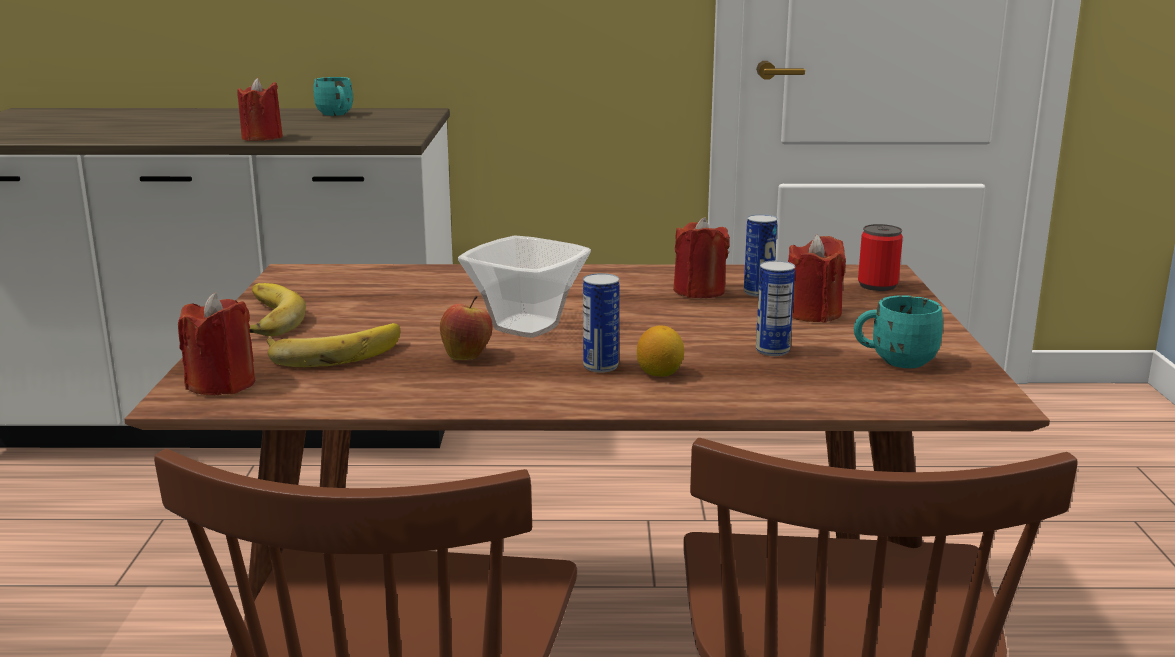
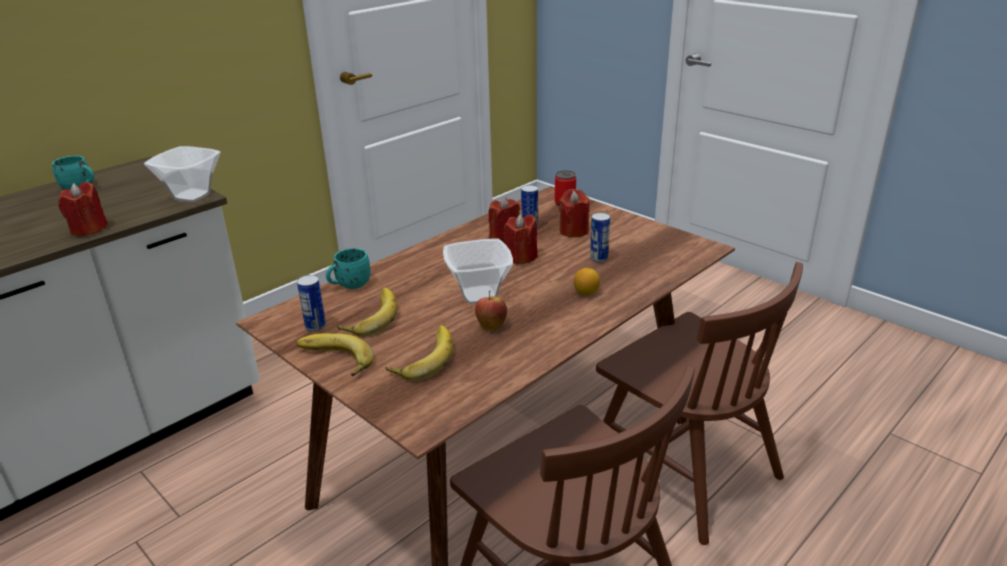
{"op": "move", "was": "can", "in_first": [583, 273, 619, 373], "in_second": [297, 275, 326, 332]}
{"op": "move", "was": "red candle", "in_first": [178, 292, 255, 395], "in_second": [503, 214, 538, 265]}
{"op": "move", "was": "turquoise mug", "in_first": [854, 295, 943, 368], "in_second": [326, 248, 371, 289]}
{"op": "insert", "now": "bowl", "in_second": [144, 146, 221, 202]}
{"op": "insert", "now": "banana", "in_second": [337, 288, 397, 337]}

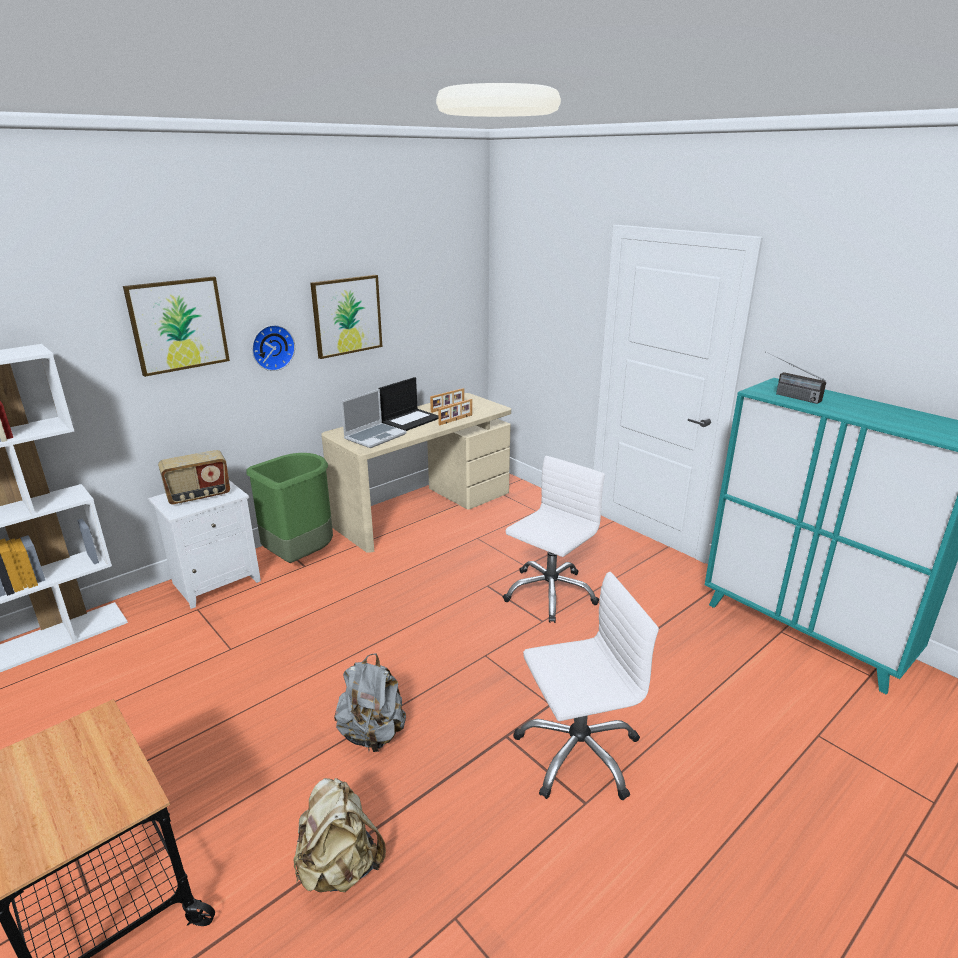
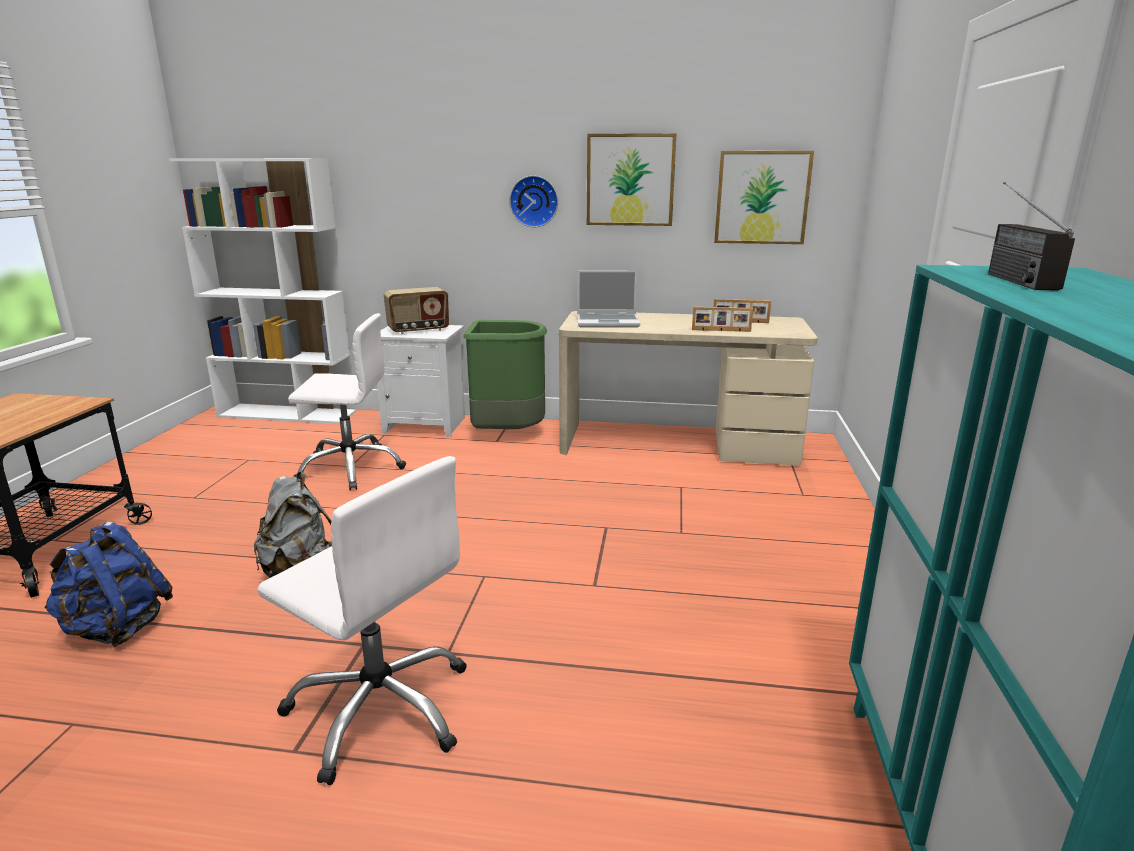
{"op": "move", "was": "picture", "in_first": [123, 277, 230, 377], "in_second": [714, 151, 814, 244]}
{"op": "delete", "was": "laptop", "in_first": [378, 377, 438, 431]}
{"op": "rotate", "was": "radio", "in_first": [158, 450, 230, 505], "in_second": [384, 287, 449, 334], "clockwise": -45}
{"op": "move", "was": "white office chair", "in_first": [503, 456, 605, 623], "in_second": [288, 313, 406, 490]}
{"op": "recolor", "was": "beige backpack", "now": "blue backpack", "in_first": [293, 778, 386, 892], "in_second": [44, 521, 173, 647]}

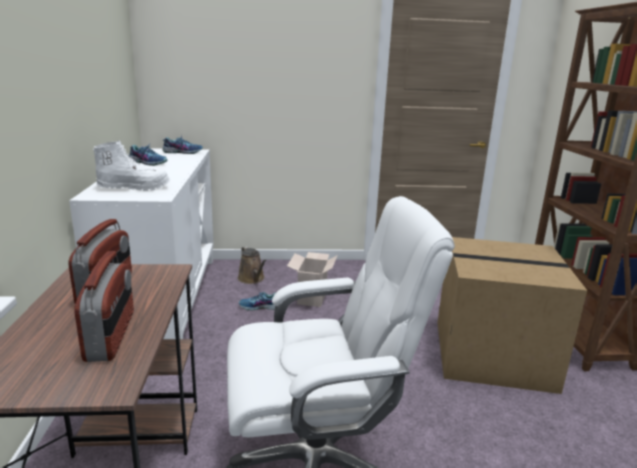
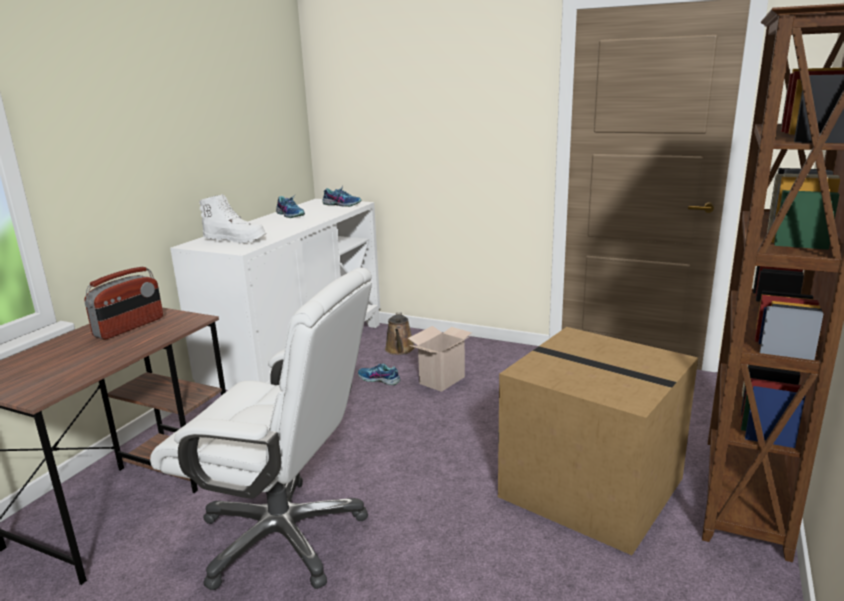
{"op": "delete", "was": "radio", "in_first": [74, 251, 134, 362]}

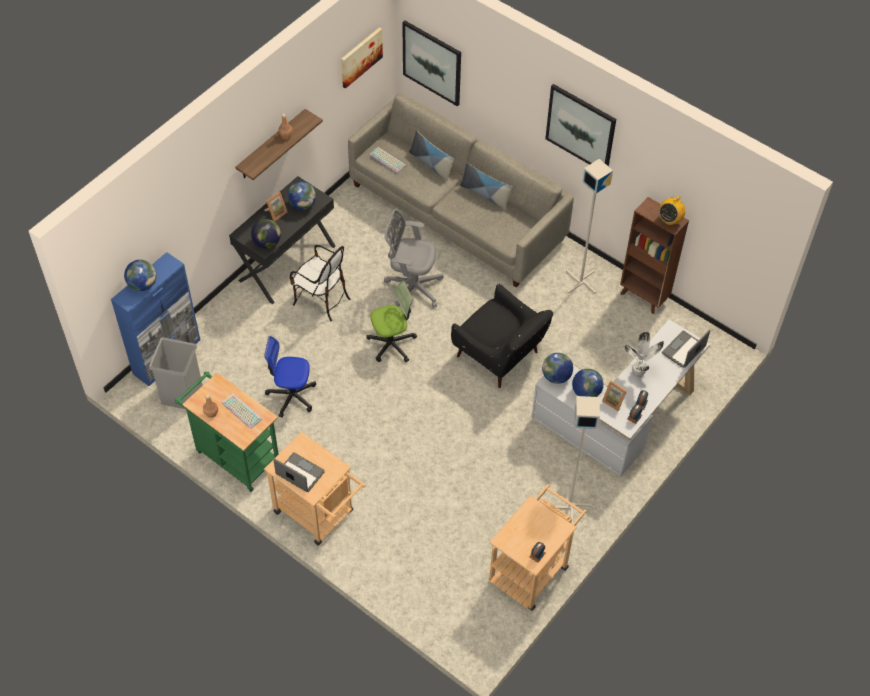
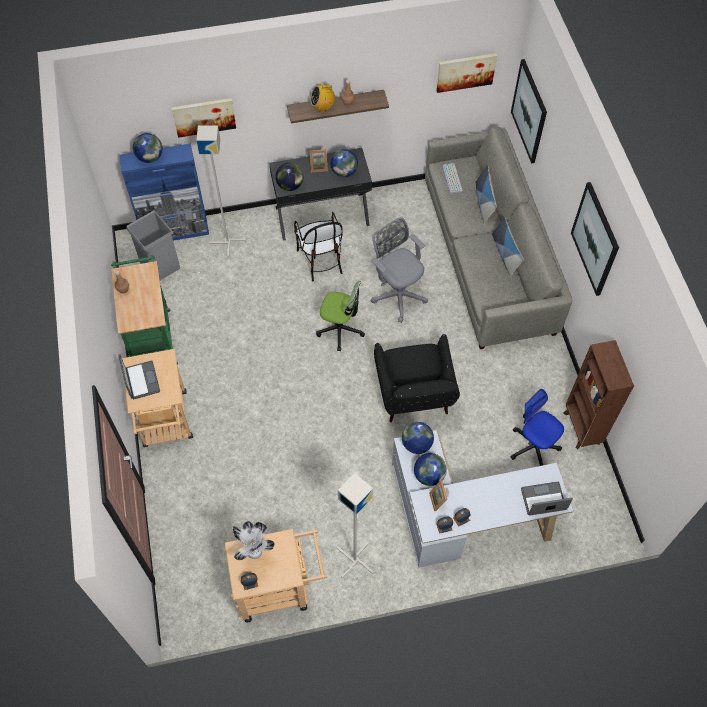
{"op": "move", "was": "grey floor lamp", "in_first": [566, 159, 613, 293], "in_second": [196, 125, 246, 257]}
{"op": "move", "was": "radio", "in_first": [659, 192, 685, 225], "in_second": [310, 84, 335, 112]}
{"op": "move", "was": "potted plant", "in_first": [624, 332, 664, 378], "in_second": [233, 521, 275, 560]}
{"op": "move", "was": "office chair", "in_first": [264, 336, 316, 418], "in_second": [510, 389, 564, 466]}
{"op": "delete", "was": "keyboard", "in_first": [222, 393, 262, 429]}
{"op": "insert", "now": "picture", "in_second": [172, 98, 236, 138]}

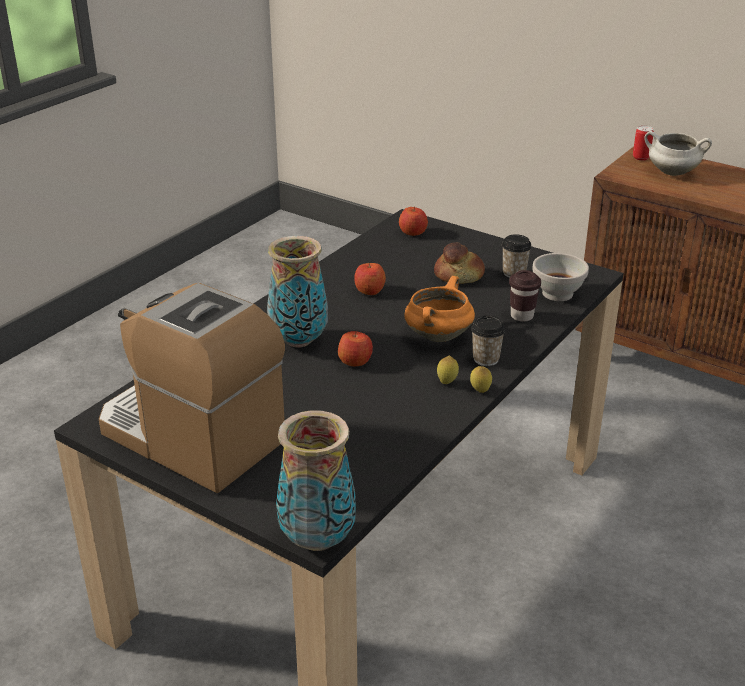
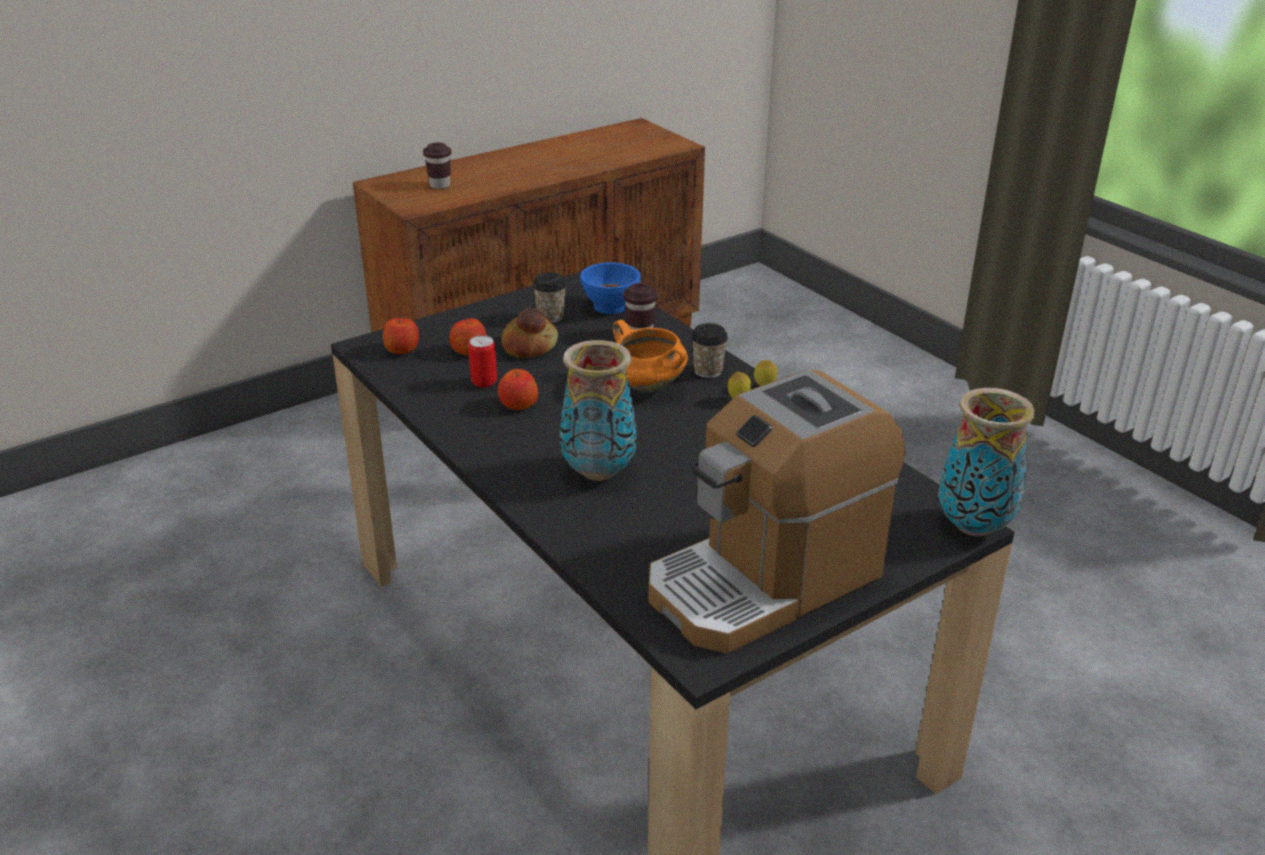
{"op": "move", "was": "can", "in_first": [633, 126, 654, 161], "in_second": [468, 335, 497, 388]}
{"op": "replace", "was": "white cooking pot", "now": "brown cup", "in_first": [645, 131, 712, 176], "in_second": [423, 143, 451, 189]}
{"op": "recolor", "was": "white bowl", "now": "blue bowl", "in_first": [532, 253, 589, 301], "in_second": [580, 262, 640, 314]}
{"op": "move", "was": "apple", "in_first": [338, 331, 373, 366], "in_second": [449, 317, 487, 356]}

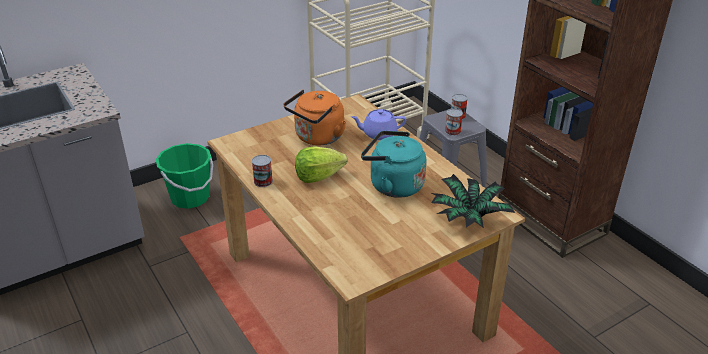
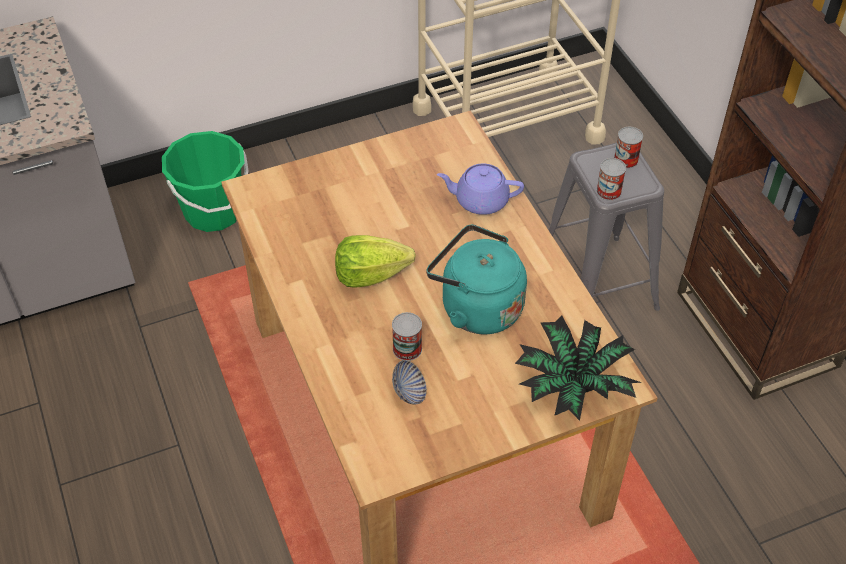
{"op": "delete", "was": "orange kettle", "in_first": [284, 90, 346, 145]}
{"op": "move", "was": "can", "in_first": [252, 155, 273, 187], "in_second": [392, 312, 422, 361]}
{"op": "insert", "now": "bowl", "in_second": [392, 360, 427, 405]}

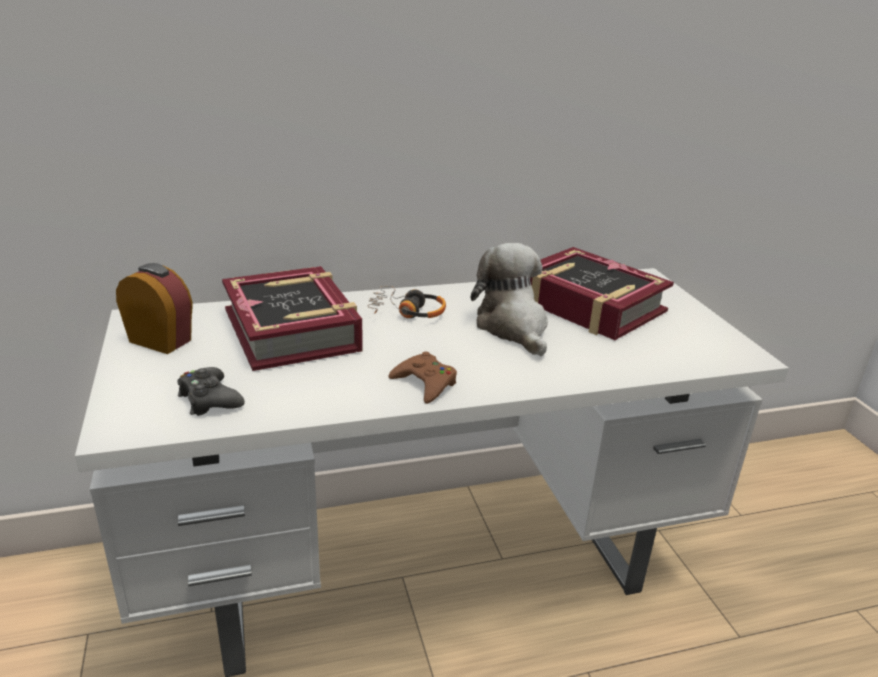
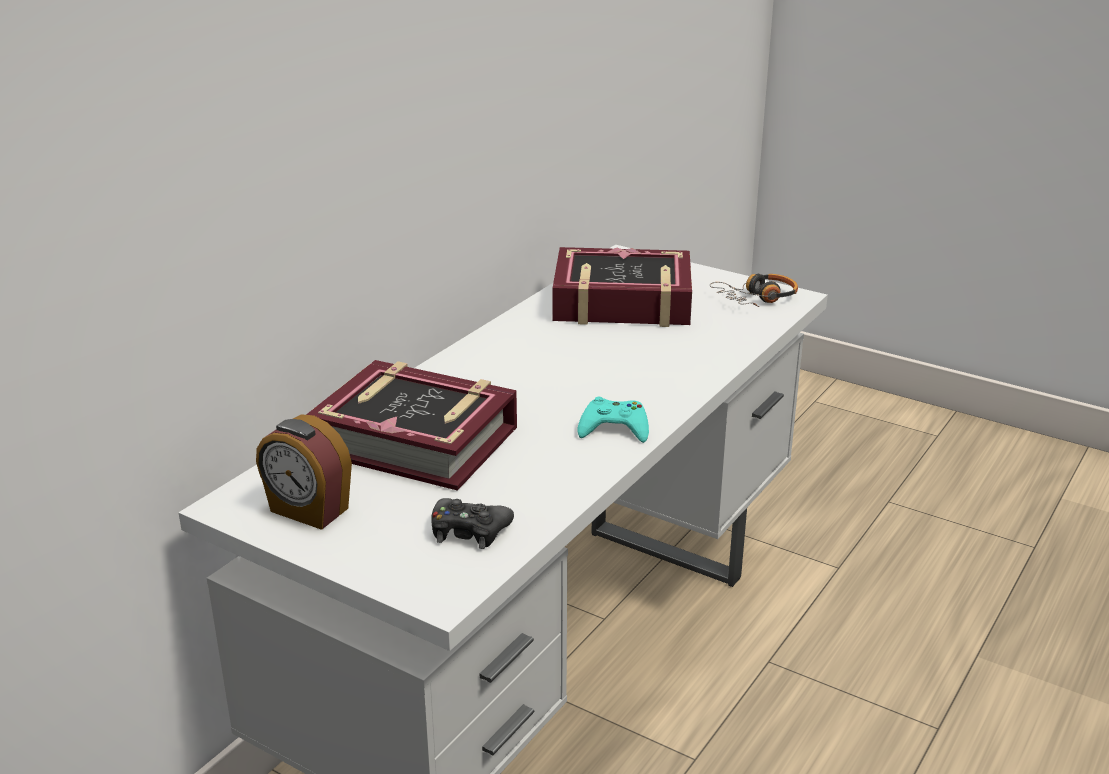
{"op": "delete", "was": "plush toy", "in_first": [471, 243, 548, 356]}
{"op": "rotate", "was": "alarm clock", "in_first": [116, 263, 193, 354], "in_second": [256, 414, 352, 530], "clockwise": -135}
{"op": "move", "was": "headphones", "in_first": [368, 286, 446, 318], "in_second": [710, 274, 798, 307]}
{"op": "recolor", "was": "brown game controller", "now": "turquoise game controller", "in_first": [388, 352, 457, 404], "in_second": [578, 397, 649, 443]}

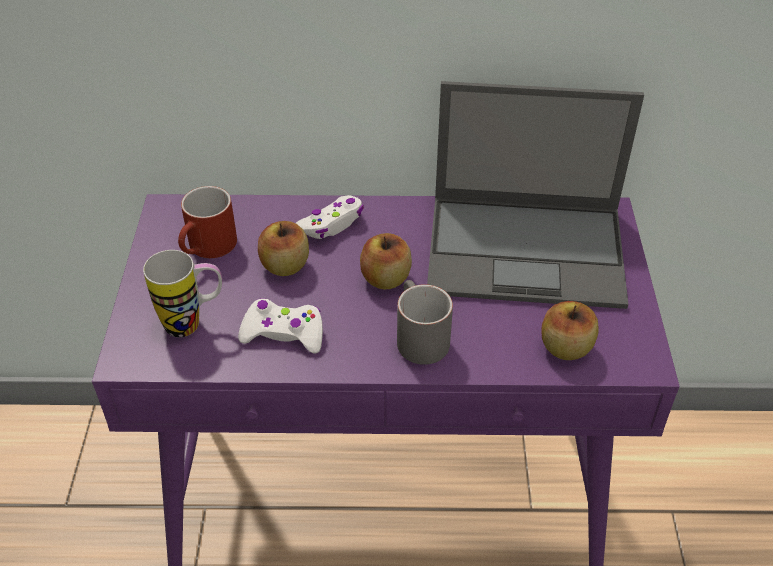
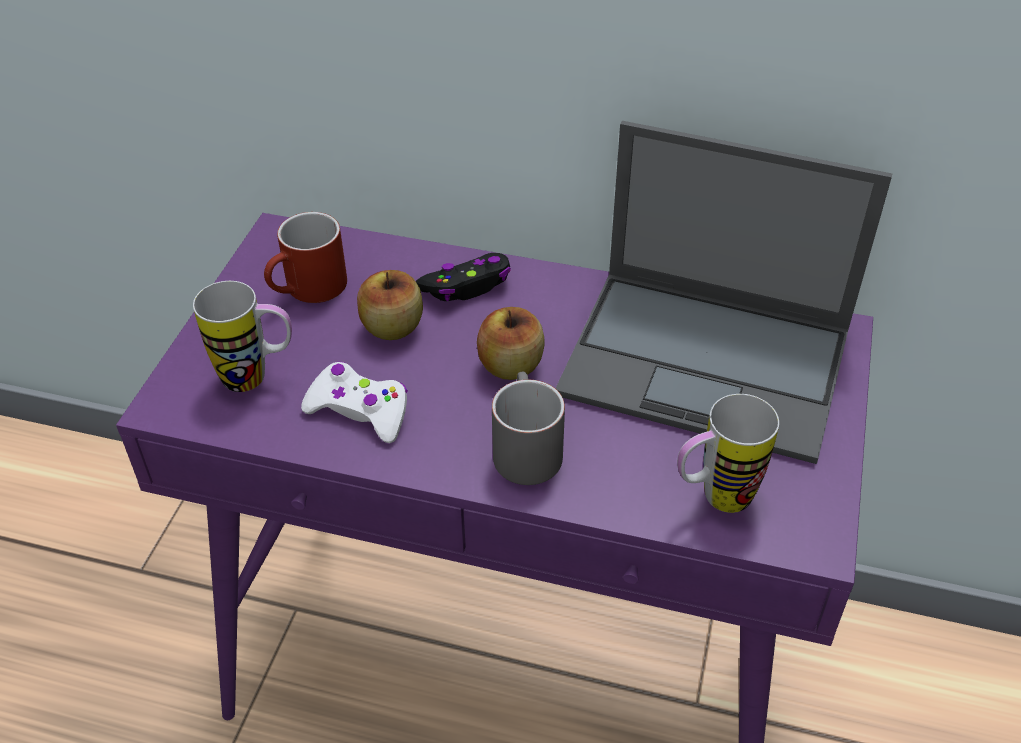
{"op": "recolor", "was": "white game controller", "now": "black game controller", "in_first": [296, 195, 364, 239], "in_second": [416, 253, 511, 301]}
{"op": "replace", "was": "apple", "now": "mug", "in_first": [541, 301, 599, 360], "in_second": [677, 394, 779, 513]}

